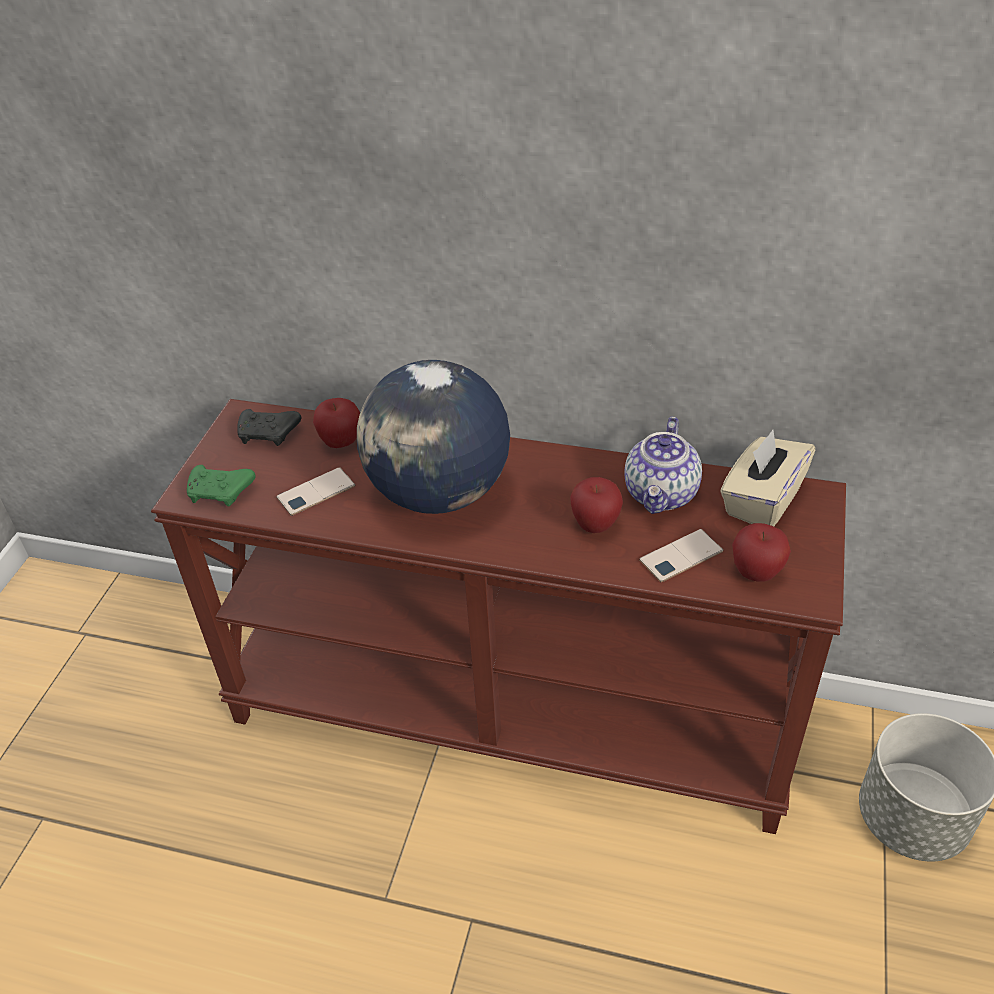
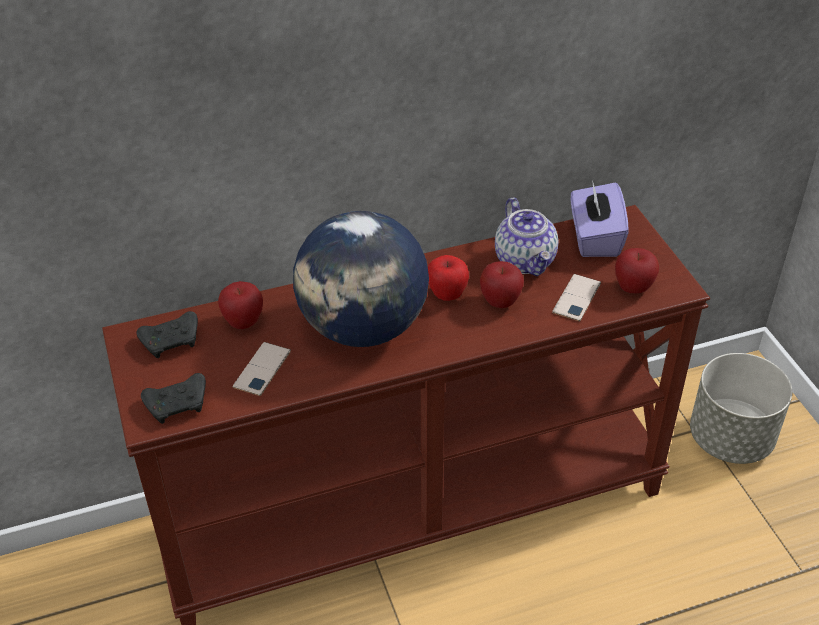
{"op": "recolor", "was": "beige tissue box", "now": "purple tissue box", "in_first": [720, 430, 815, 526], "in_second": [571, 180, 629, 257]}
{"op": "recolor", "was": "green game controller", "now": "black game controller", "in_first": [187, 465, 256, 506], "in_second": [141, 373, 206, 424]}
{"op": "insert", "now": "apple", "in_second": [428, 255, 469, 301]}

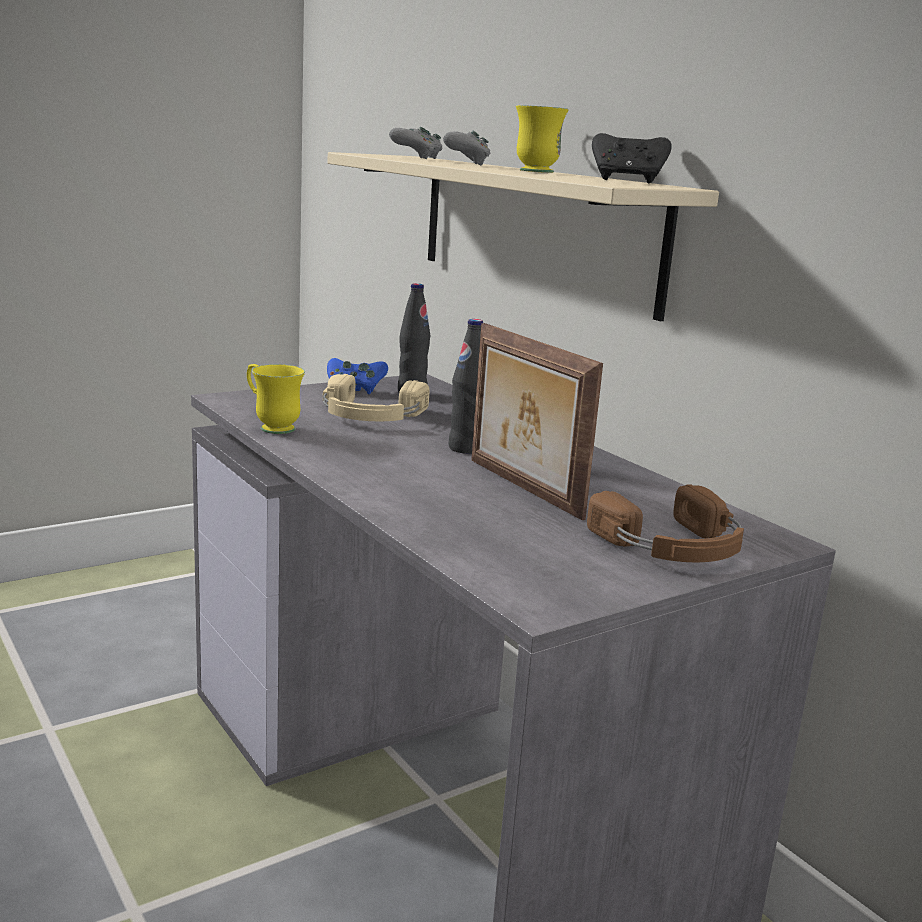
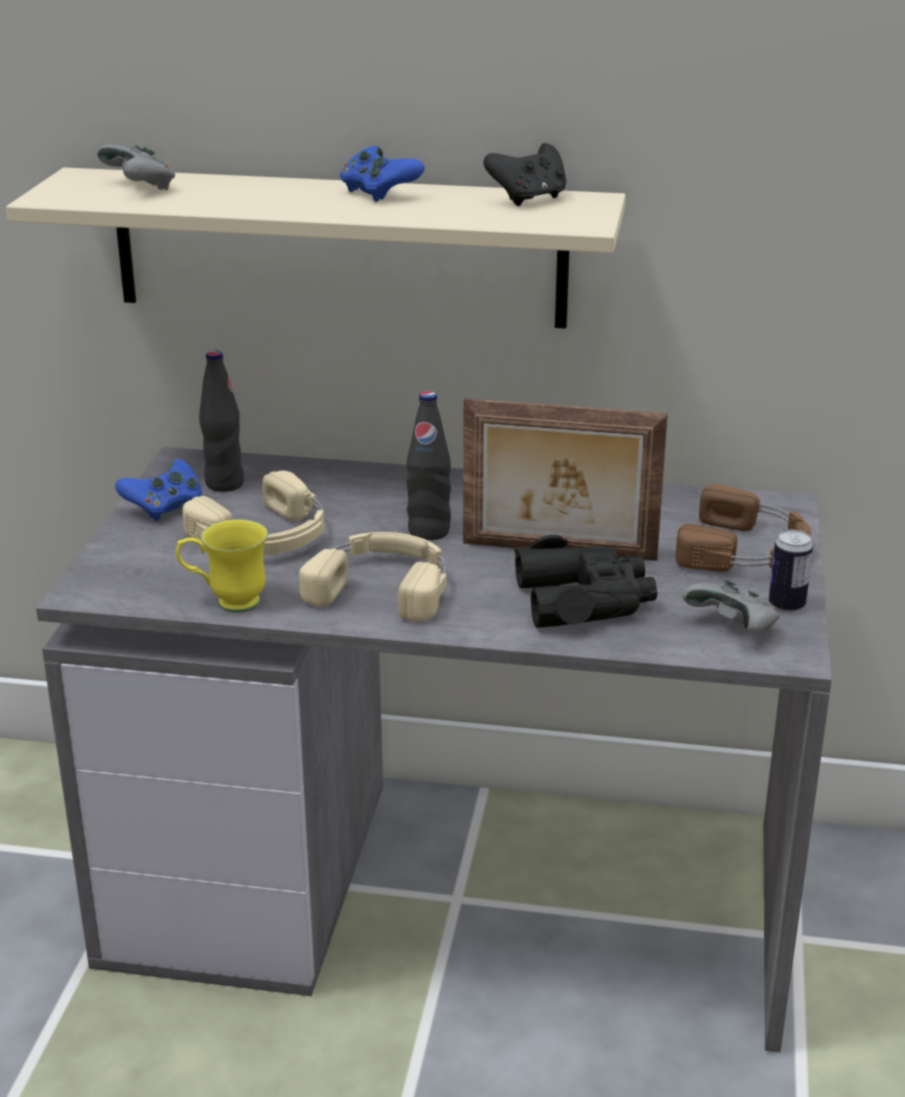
{"op": "replace", "was": "yellow mug", "now": "blue game controller", "in_first": [516, 105, 569, 173], "in_second": [340, 146, 424, 202]}
{"op": "move", "was": "grey game controller", "in_first": [443, 131, 490, 165], "in_second": [682, 580, 779, 634]}
{"op": "insert", "now": "can", "in_second": [769, 530, 813, 613]}
{"op": "insert", "now": "beige headphones", "in_second": [299, 532, 447, 622]}
{"op": "insert", "now": "black binoculars", "in_second": [514, 535, 657, 628]}

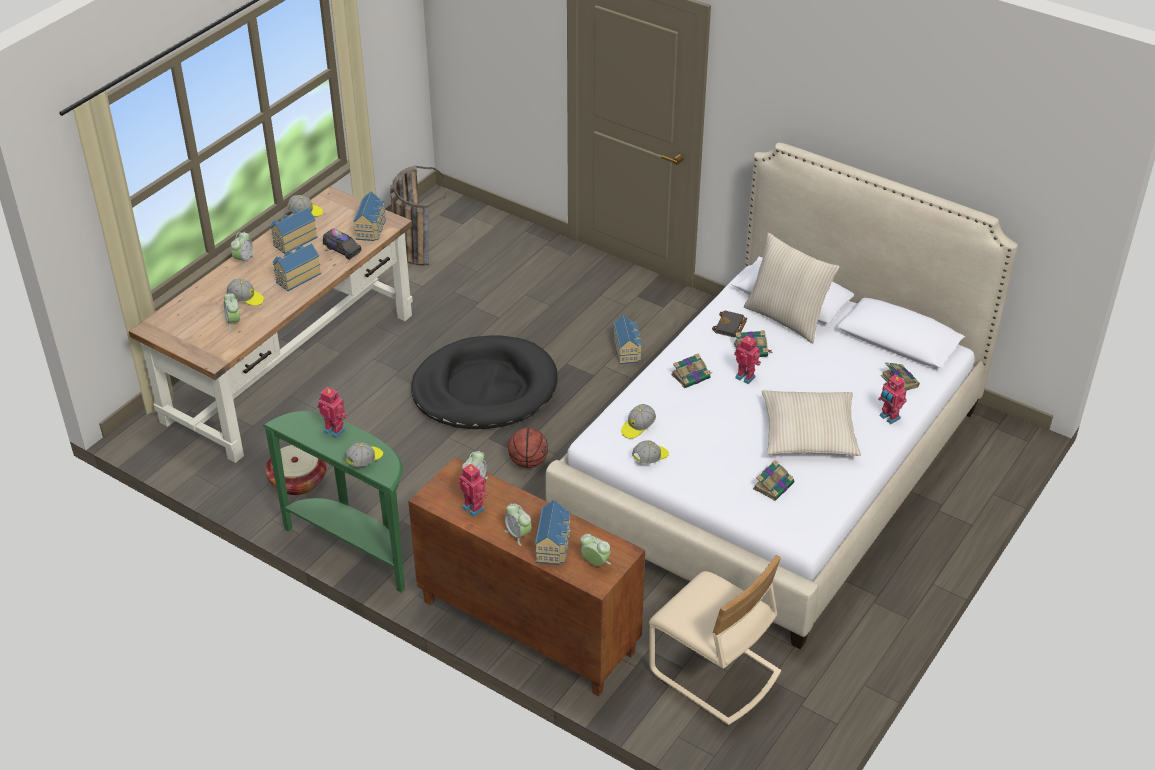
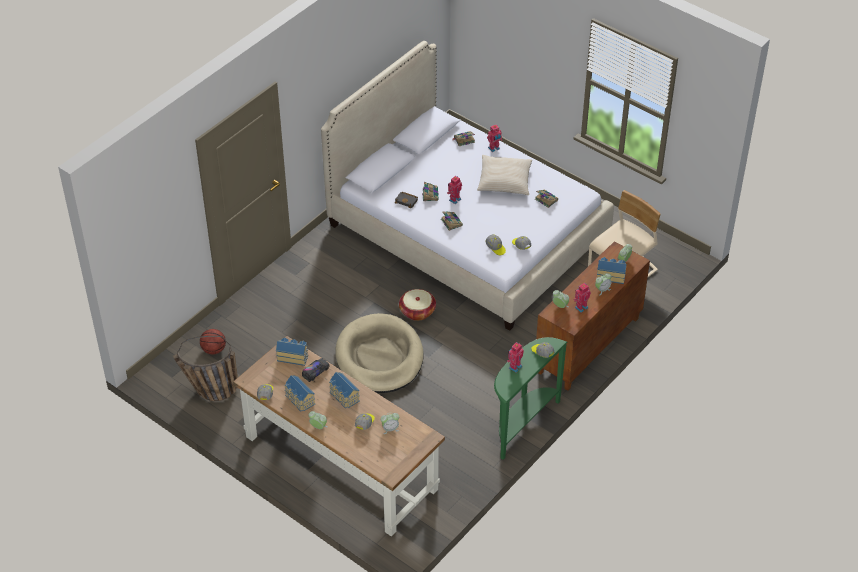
{"op": "delete", "was": "beige pillow", "in_first": [744, 233, 839, 343]}
{"op": "delete", "was": "toy house", "in_first": [613, 315, 642, 364]}
{"op": "recolor", "was": "black dog bed", "now": "beige dog bed", "in_first": [411, 335, 558, 429], "in_second": [335, 313, 424, 393]}
{"op": "move", "was": "basketball", "in_first": [508, 428, 548, 468], "in_second": [200, 329, 226, 354]}
{"op": "move", "was": "basket", "in_first": [265, 445, 326, 495], "in_second": [399, 289, 436, 321]}

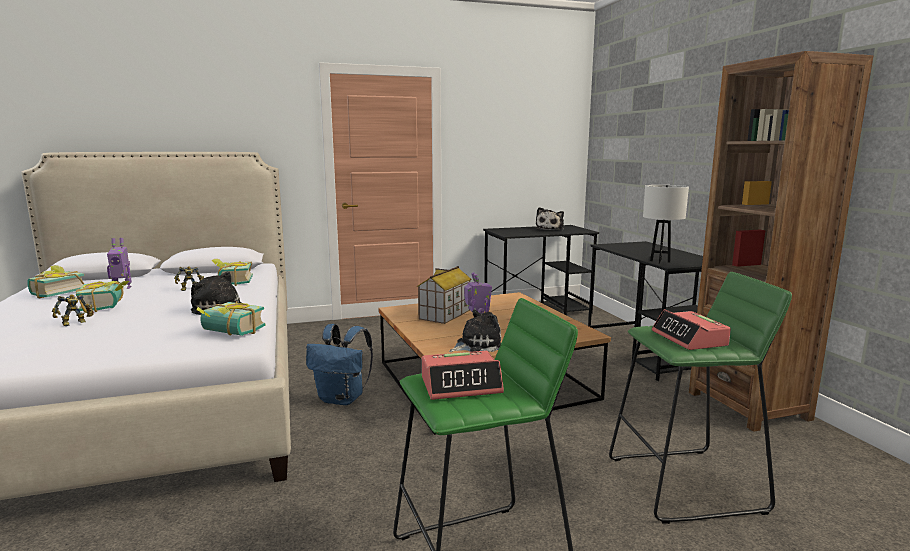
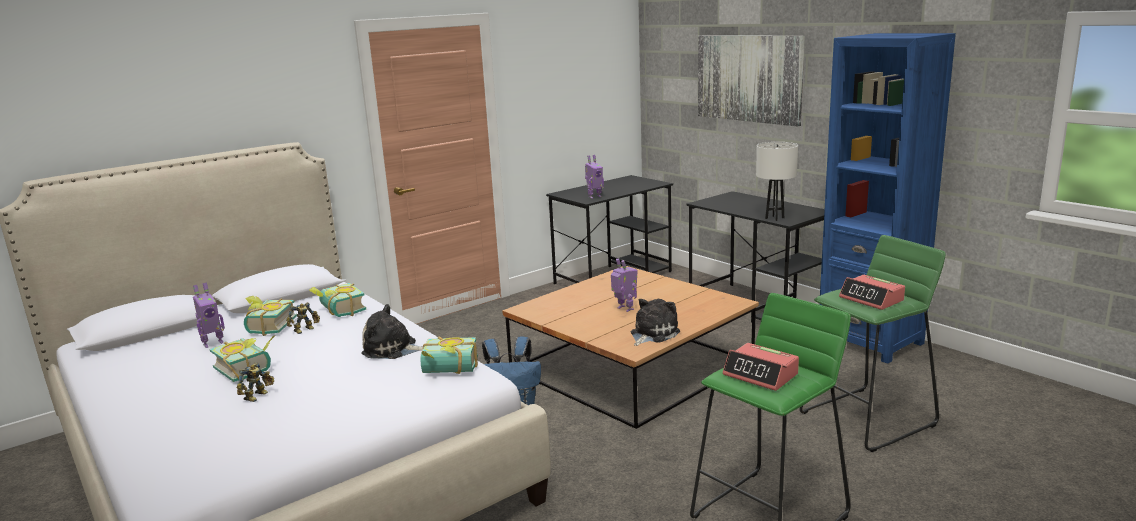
{"op": "recolor", "was": "brown bookcase", "now": "blue bookcase", "in_first": [689, 51, 873, 432], "in_second": [819, 33, 956, 364]}
{"op": "delete", "was": "plush toy", "in_first": [535, 207, 564, 230]}
{"op": "move", "was": "book", "in_first": [27, 265, 84, 298], "in_second": [244, 296, 297, 336]}
{"op": "delete", "was": "toy house", "in_first": [417, 266, 471, 324]}
{"op": "rotate", "was": "alarm clock", "in_first": [422, 351, 504, 400], "in_second": [723, 343, 799, 391], "clockwise": 75}
{"op": "insert", "now": "picture", "in_second": [698, 36, 805, 127]}
{"op": "insert", "now": "toy robot", "in_second": [585, 155, 604, 199]}

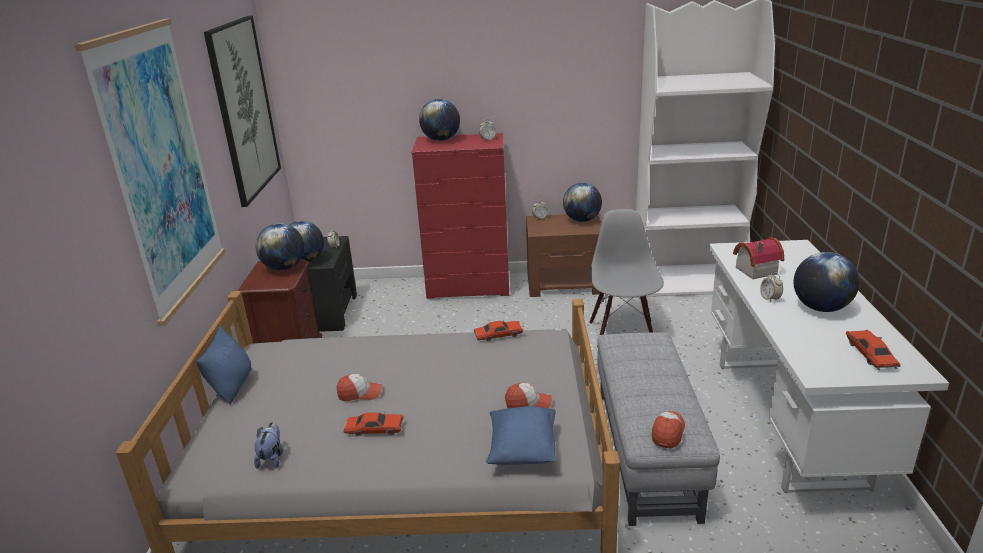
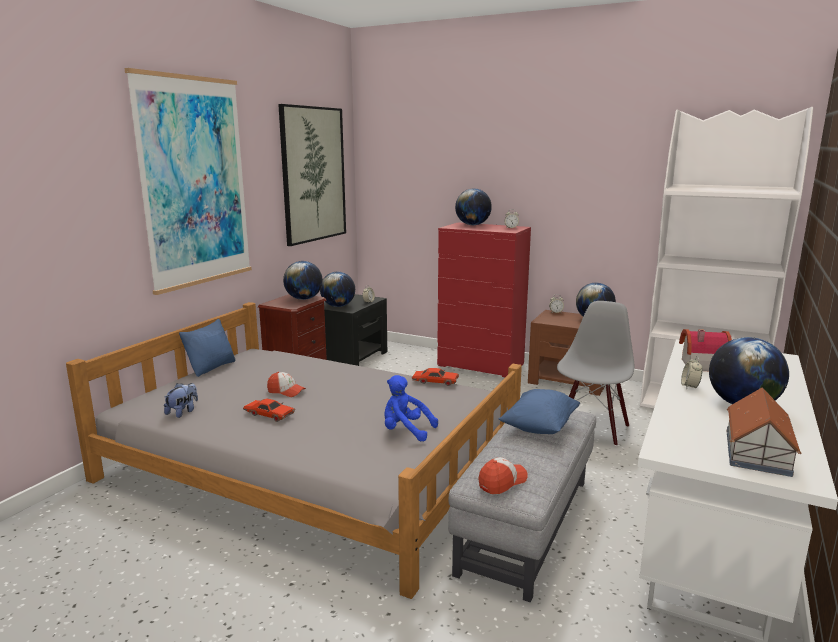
{"op": "replace", "was": "red toy car", "now": "toy house", "in_first": [846, 330, 900, 370], "in_second": [727, 387, 802, 477]}
{"op": "replace", "was": "cap", "now": "blue plush toy", "in_first": [505, 383, 552, 408], "in_second": [384, 375, 438, 441]}
{"op": "move", "was": "blue pillow", "in_first": [486, 406, 557, 465], "in_second": [499, 389, 580, 434]}

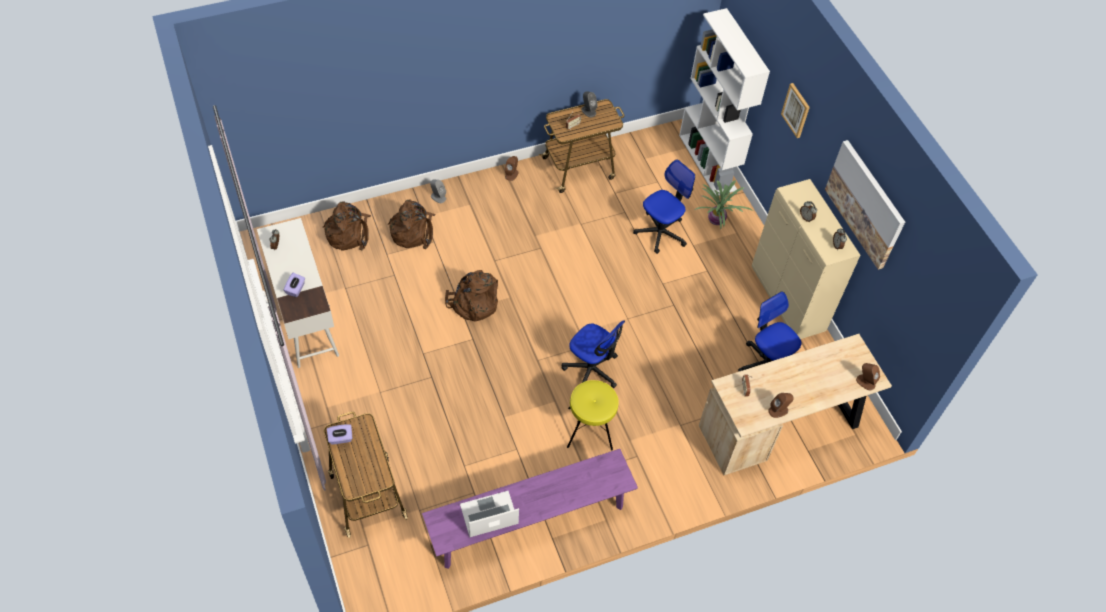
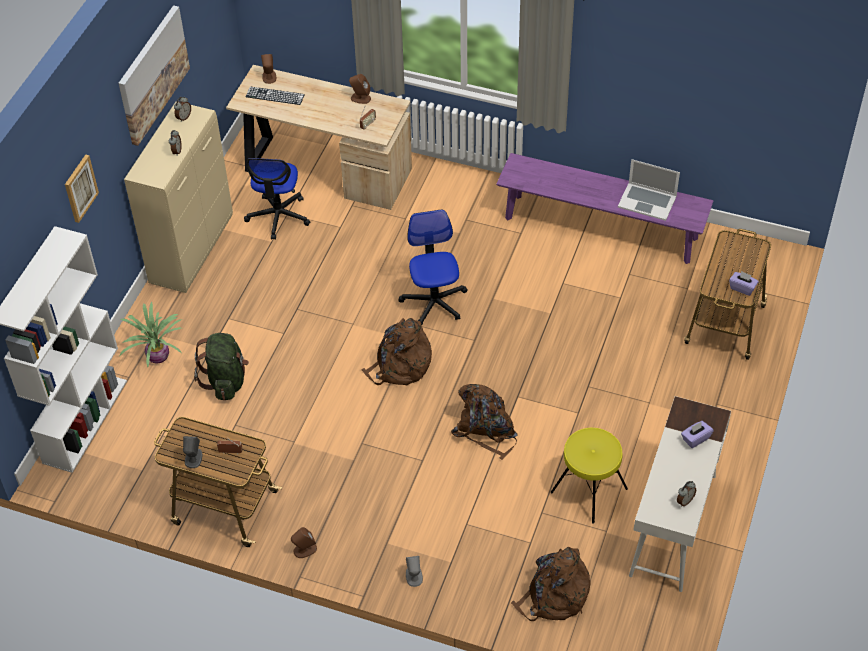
{"op": "replace", "was": "office chair", "now": "green backpack", "in_first": [633, 160, 695, 254], "in_second": [194, 333, 249, 400]}
{"op": "move", "was": "brown backpack", "in_first": [388, 200, 435, 249], "in_second": [361, 318, 432, 385]}
{"op": "move", "was": "yellow stool", "in_first": [567, 380, 619, 450], "in_second": [551, 428, 628, 524]}
{"op": "insert", "now": "keyboard", "in_second": [246, 86, 305, 105]}

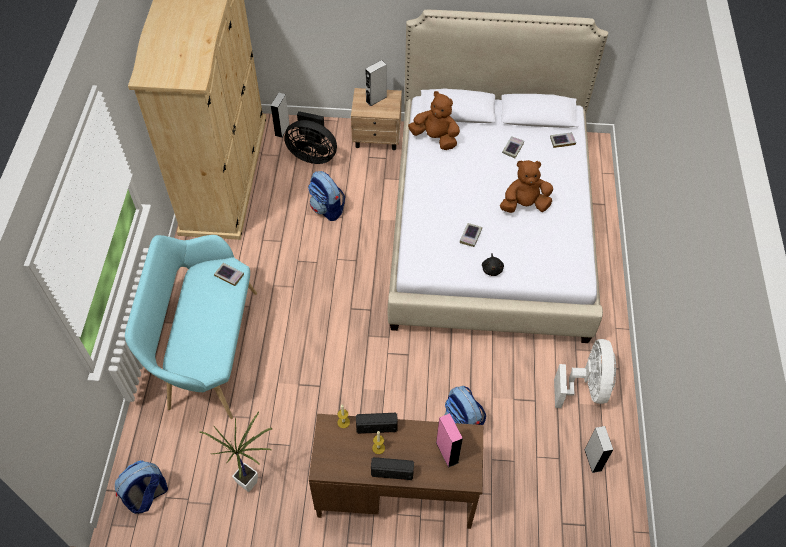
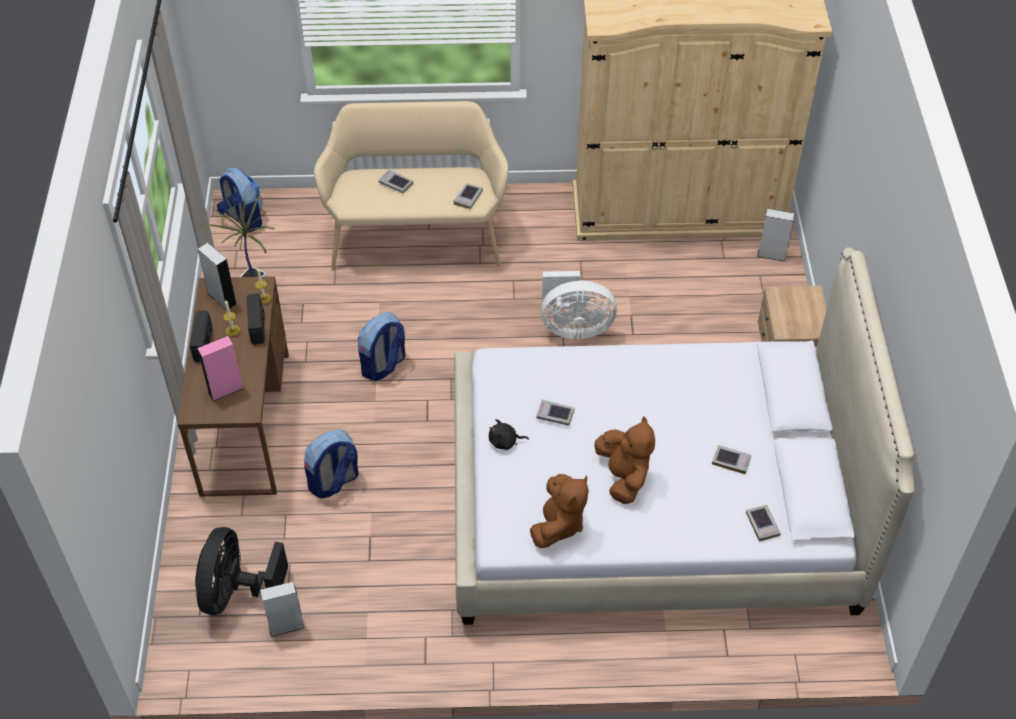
{"op": "move", "was": "grey speaker", "in_first": [365, 60, 387, 106], "in_second": [198, 243, 237, 309]}
{"op": "move", "was": "brown plush toy", "in_first": [408, 91, 460, 150], "in_second": [530, 474, 589, 548]}
{"op": "move", "was": "black fan", "in_first": [285, 111, 337, 164], "in_second": [195, 527, 288, 615]}
{"op": "move", "was": "backpack", "in_first": [308, 171, 345, 221], "in_second": [358, 312, 405, 381]}
{"op": "recolor", "was": "turquoise bench", "now": "beige bench", "in_first": [125, 235, 257, 419], "in_second": [314, 101, 509, 270]}
{"op": "move", "was": "white fan", "in_first": [554, 339, 616, 408], "in_second": [541, 271, 617, 339]}
{"op": "insert", "now": "book", "in_second": [379, 169, 413, 193]}

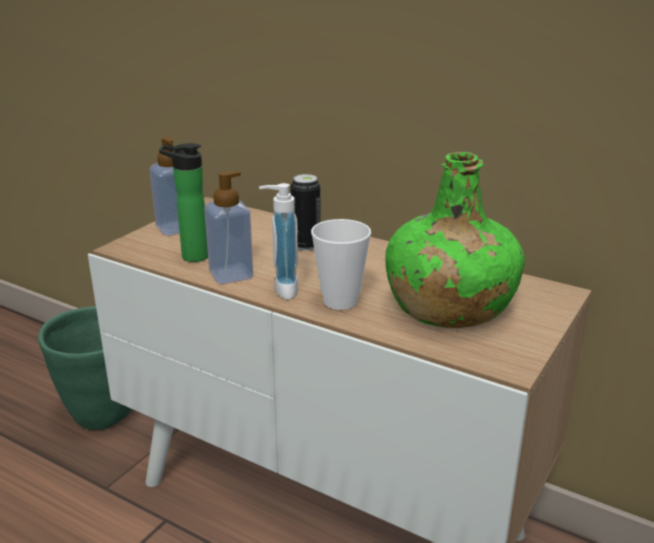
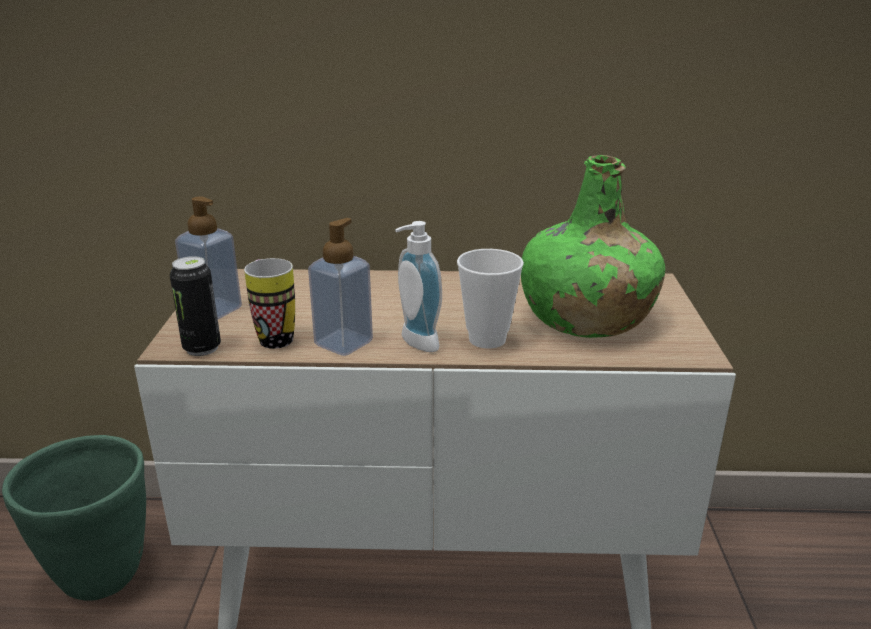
{"op": "replace", "was": "bottle", "now": "mug", "in_first": [159, 143, 208, 262], "in_second": [244, 258, 295, 349]}
{"op": "move", "was": "can", "in_first": [291, 174, 320, 251], "in_second": [170, 256, 221, 356]}

